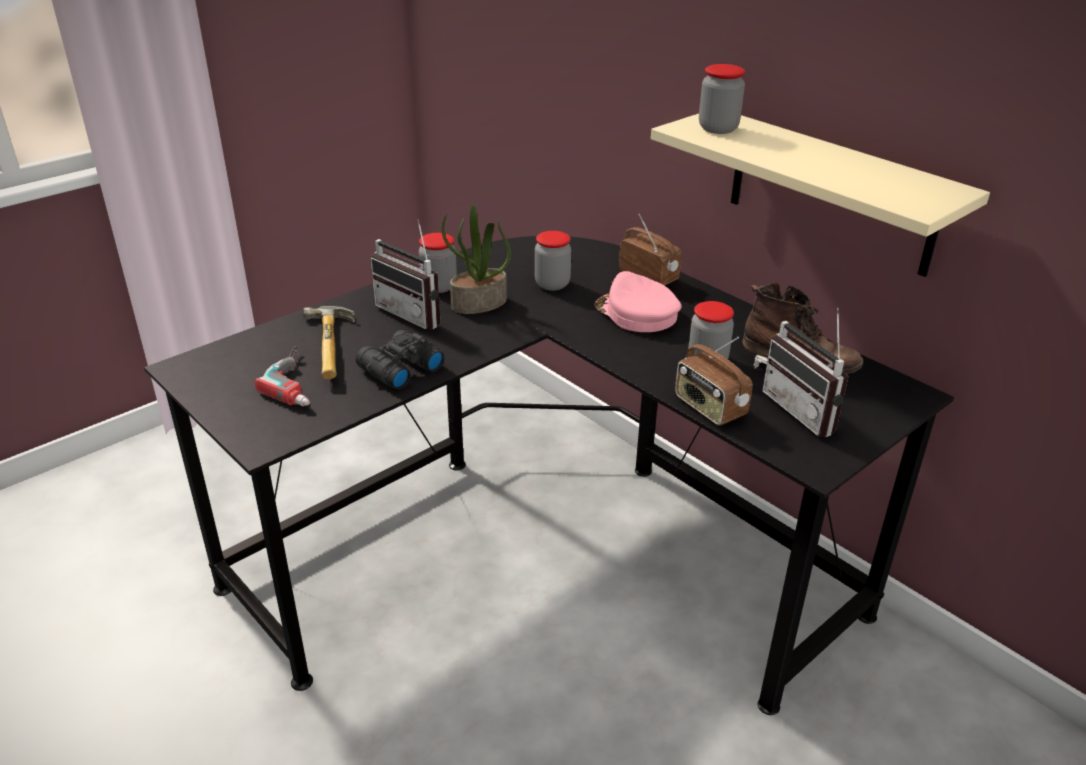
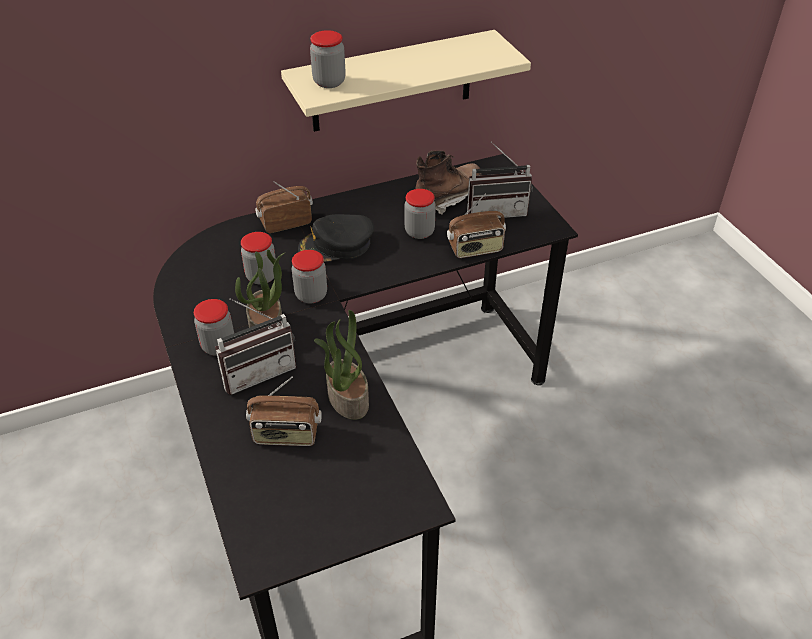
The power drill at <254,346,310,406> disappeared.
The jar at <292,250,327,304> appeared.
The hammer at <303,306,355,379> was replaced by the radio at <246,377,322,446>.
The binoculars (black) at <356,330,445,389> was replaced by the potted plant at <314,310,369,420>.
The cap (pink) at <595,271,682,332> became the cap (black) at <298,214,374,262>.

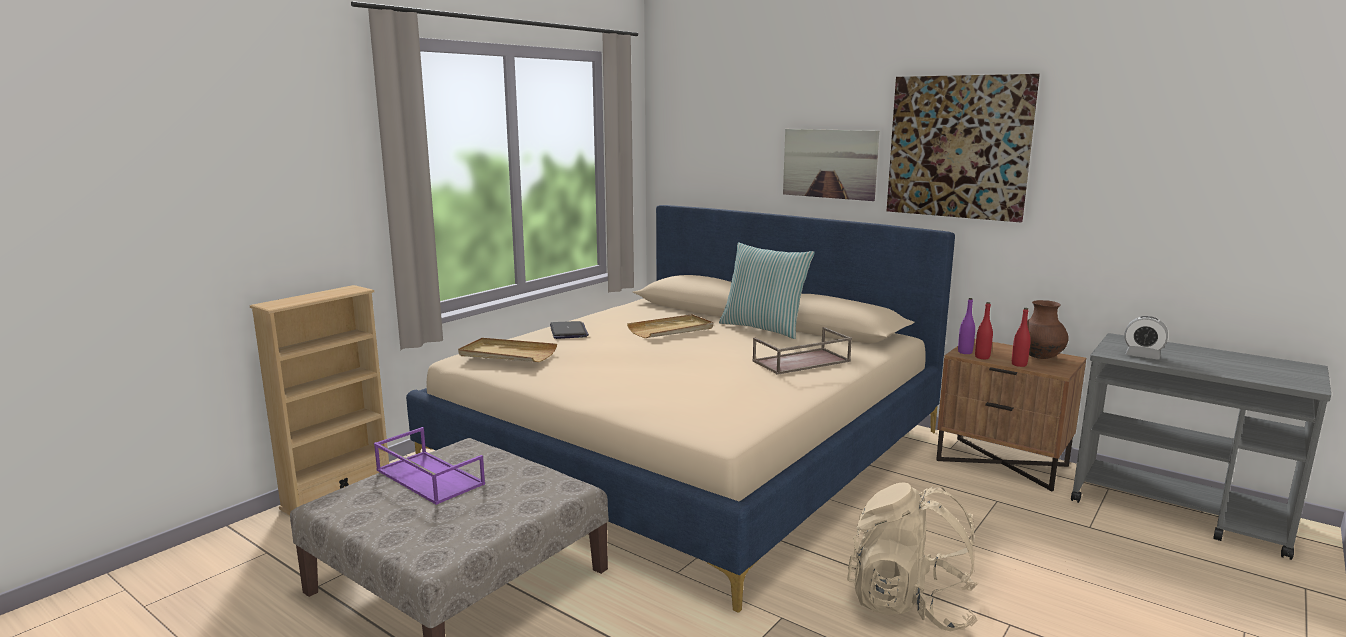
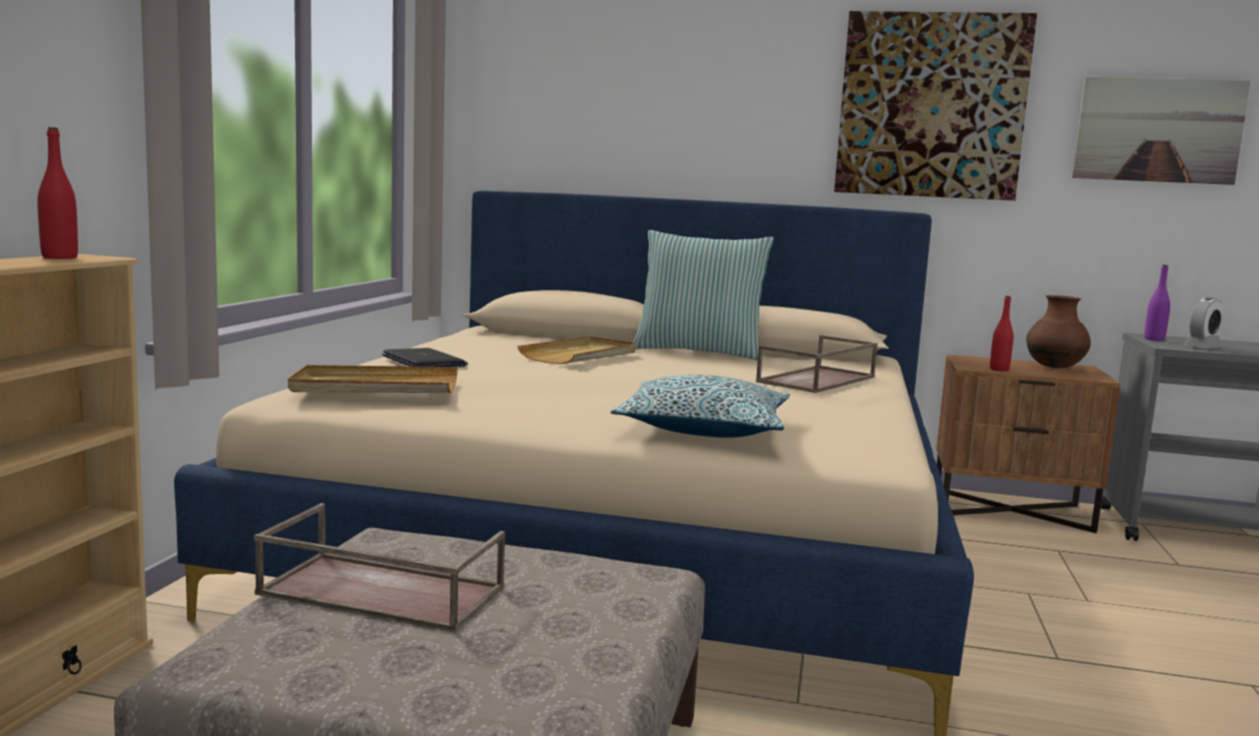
The backpack (beige) at <847,482,978,632> disappeared.
The pillow at <610,375,790,438> appeared.
The picture moved from <783,129,879,201> to <1072,77,1251,185>.
The bottle (purple) moved from <958,298,975,354> to <1144,265,1170,341>.
The bottle (red) moved from <1012,308,1031,367> to <37,127,78,259>.
The tray (purple) at <374,427,485,505> became the tray (brown) at <254,503,505,632>.
The alarm clock at <1124,316,1168,360> turned 45 degrees counterclockwise.

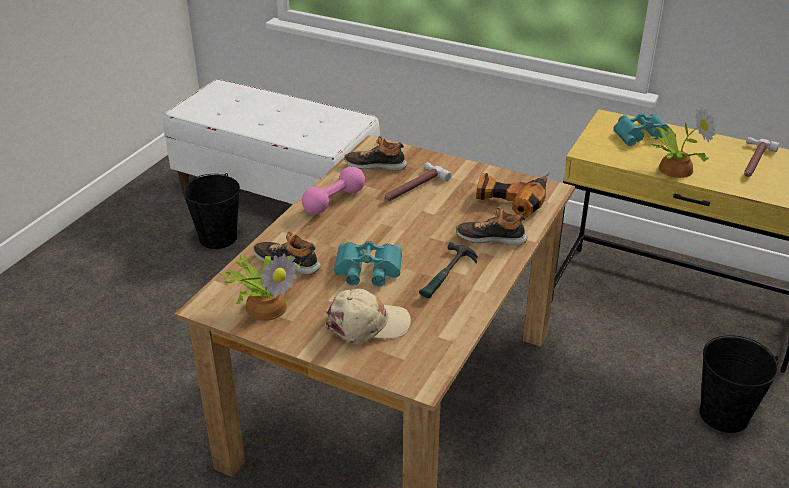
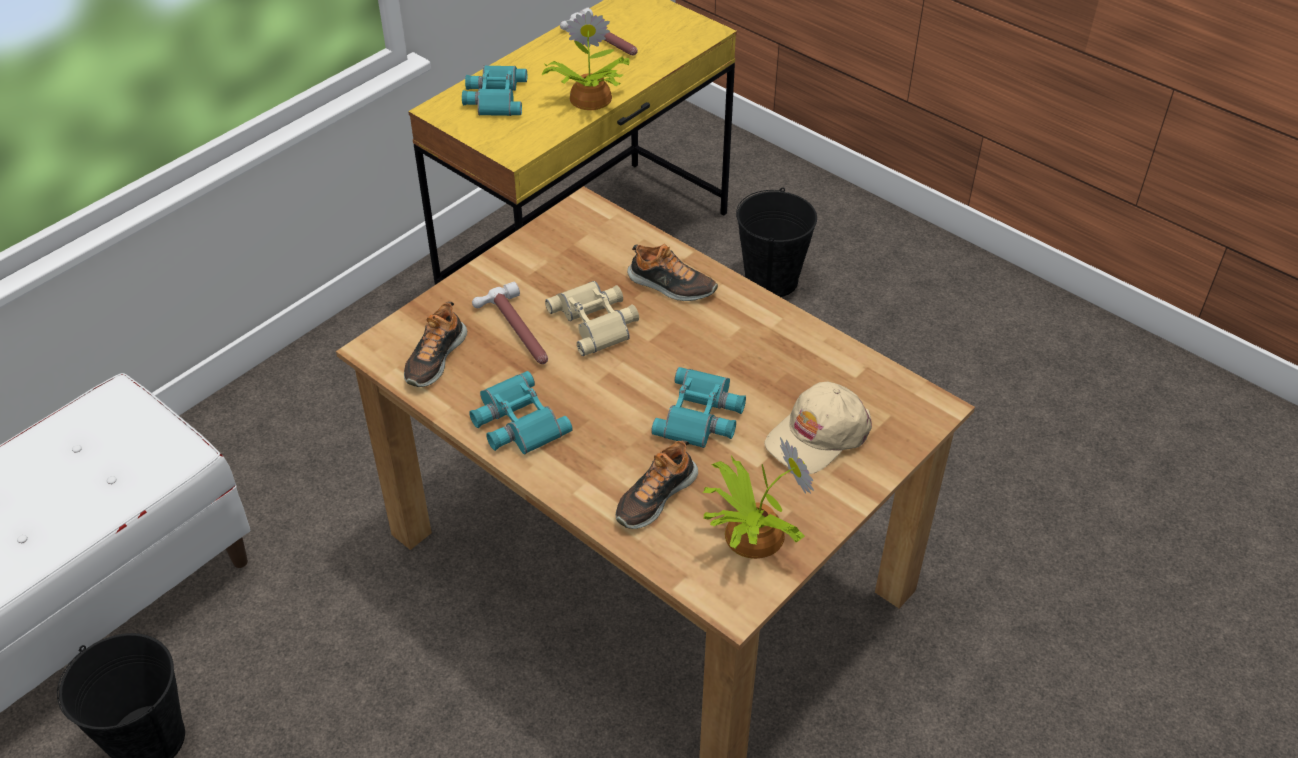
The hammer at <419,242,478,299> disappeared.
The power drill at <476,172,550,218> disappeared.
The binoculars (beige) at <545,281,639,356> appeared.
The dumbbell (pink) at <302,167,365,214> was replaced by the binoculars (turquoise) at <469,371,572,454>.
The cap (beige) at <325,289,411,344> turned 135 degrees counterclockwise.
The shoe at <456,207,527,245> turned 90 degrees counterclockwise.

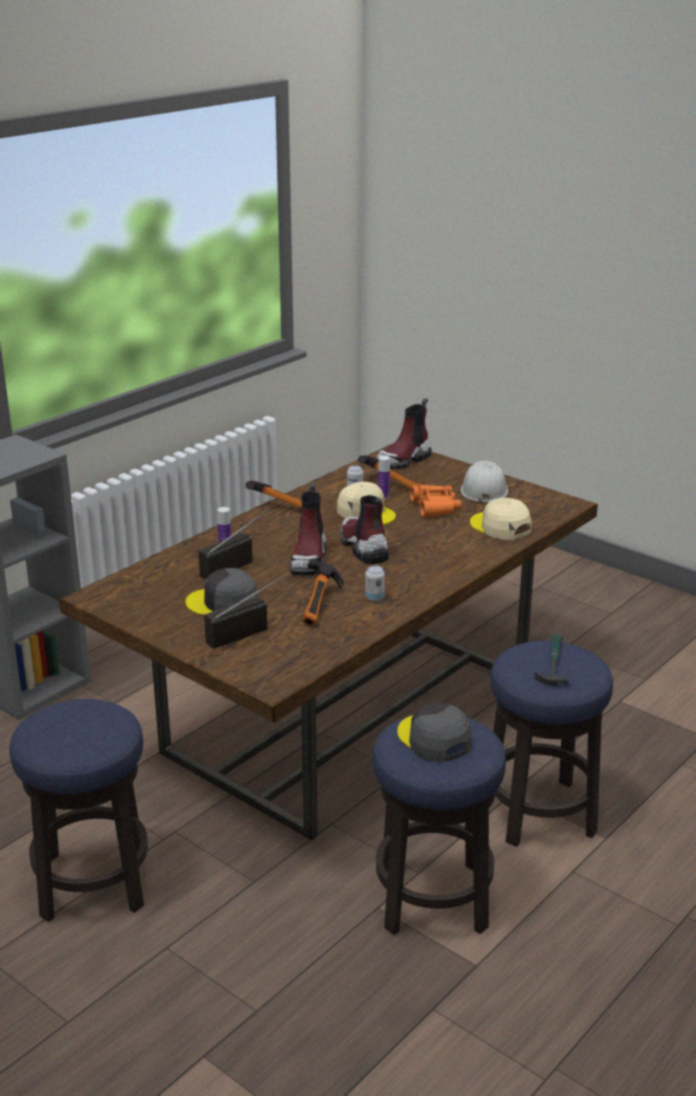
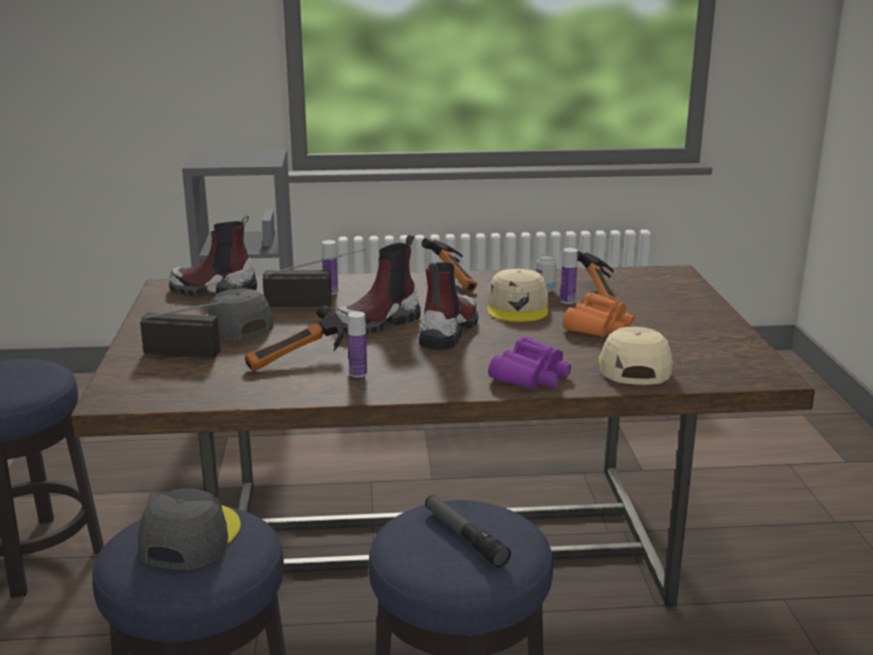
The hard hat (white) at <461,460,508,504> disappeared.
The binoculars (purple) at <488,336,571,389> appeared.
The boot moved from <377,398,431,470> to <169,215,257,296>.
The can at <365,565,385,601> was replaced by the bottle at <348,311,367,378>.
The hammer at <535,634,569,685> was replaced by the flashlight at <425,495,511,567>.

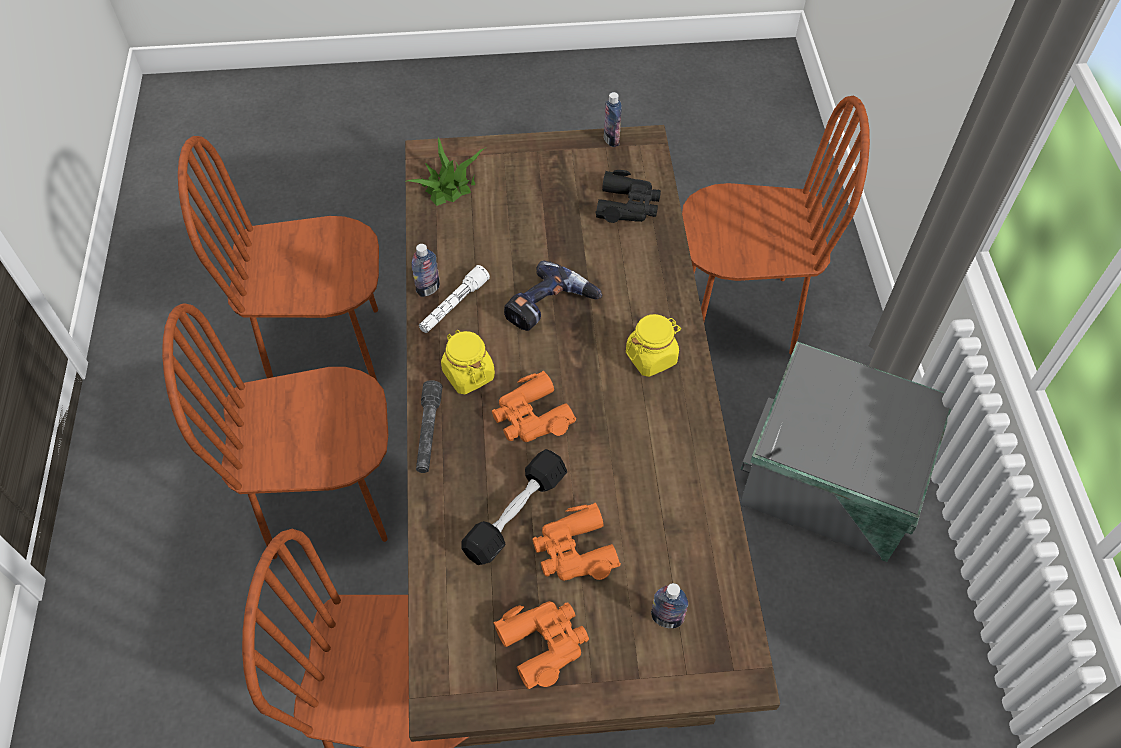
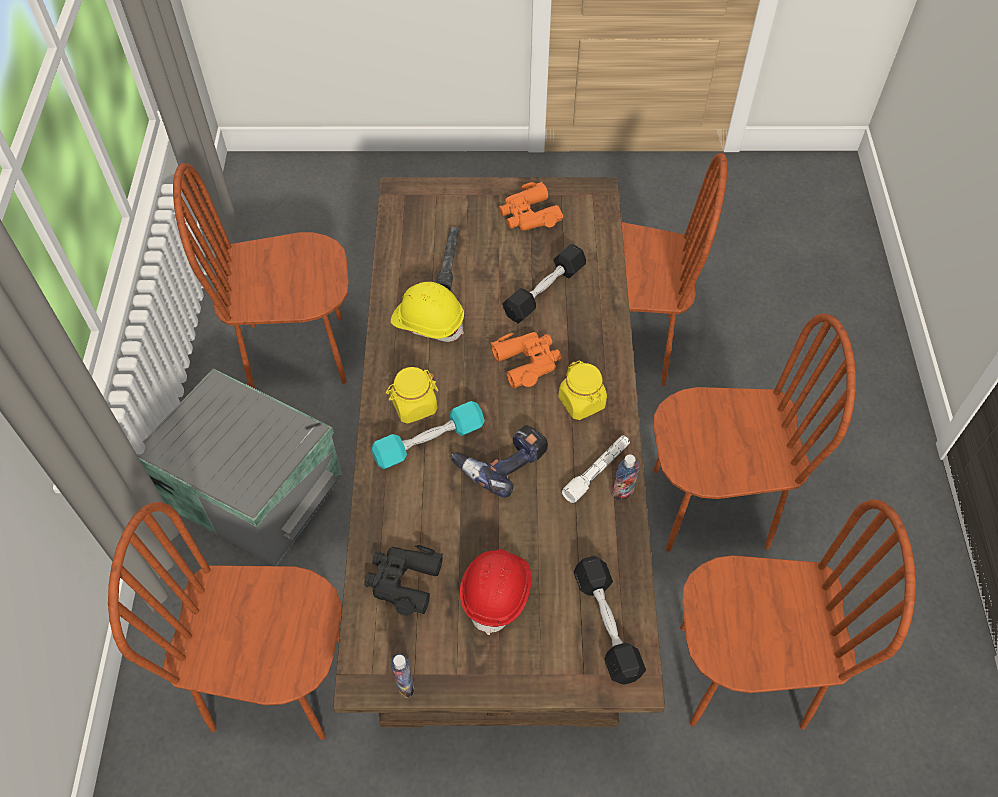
The binoculars (orange) at <533,503,621,581> disappeared.
The bottle at <651,583,688,628> disappeared.
The chair (brown) at <173,163,348,389> appeared.
The dumbbell (turquoise) at <371,401,485,469> appeared.
The hard hat (yellow) at <391,282,464,342> appeared.
The hard hat (red) at <460,549,531,635> appeared.
The flashlight (grey) moved from <416,380,443,473> to <436,227,459,291>.
The potted plant at <405,137,485,206> was replaced by the dumbbell (black) at <574,556,646,685>.

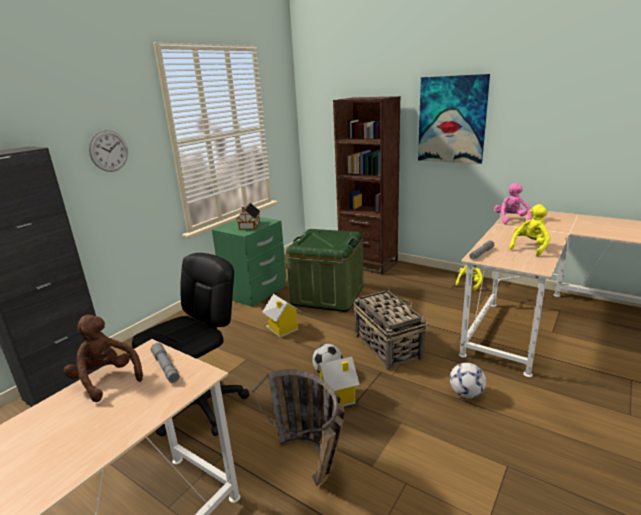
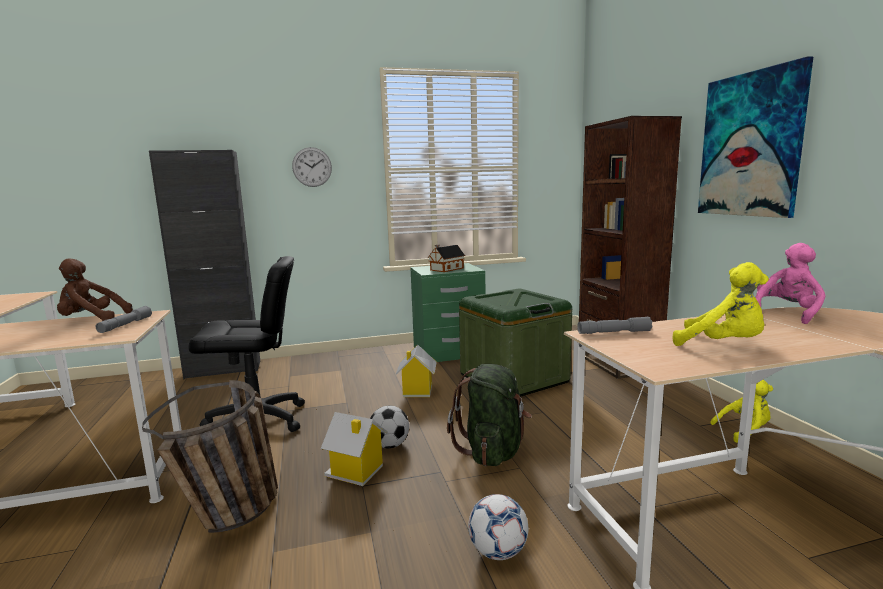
The basket at <354,286,428,371> was replaced by the backpack (green) at <447,364,532,466>.
The plush toy (brown) at <64,315,143,402> turned 90 degrees counterclockwise.
The plush toy (yellow) at <509,204,551,256> turned 45 degrees clockwise.

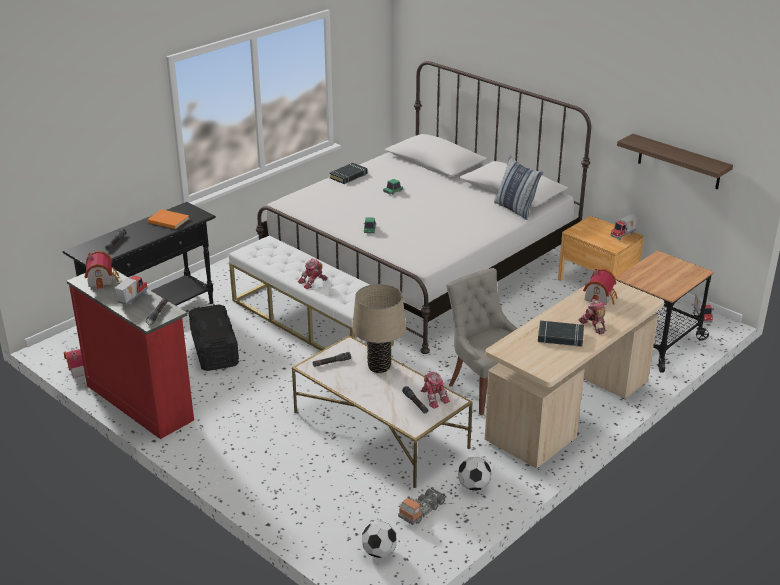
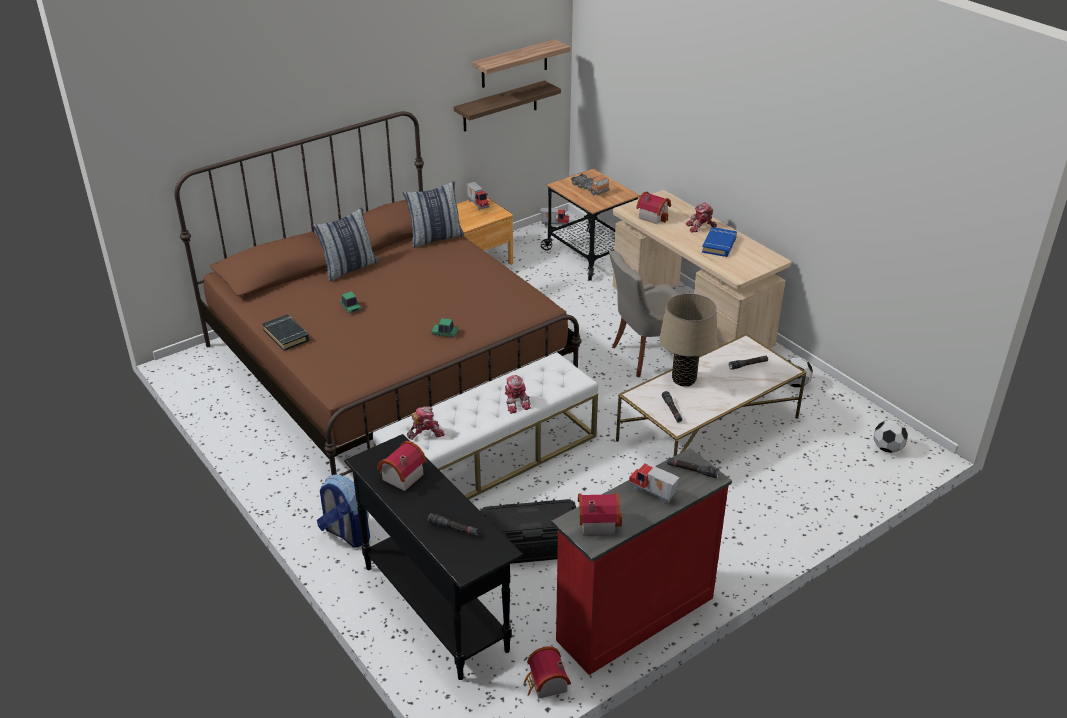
The pillow at <312,207,378,282> appeared.
The backpack at <317,475,370,548> appeared.
The shelf at <472,39,571,88> appeared.
The toy truck moved from <398,487,447,525> to <571,174,610,195>.
The toy robot moved from <421,372,450,409> to <407,406,445,440>.
The book (orange) at <147,209,190,229> was replaced by the toy house at <377,441,427,491>.
The bed (white) at <256,61,591,354> became the bed (brown) at <174,111,582,476>.
The book (black) at <538,321,584,347> became the book (blue) at <702,227,737,257>.

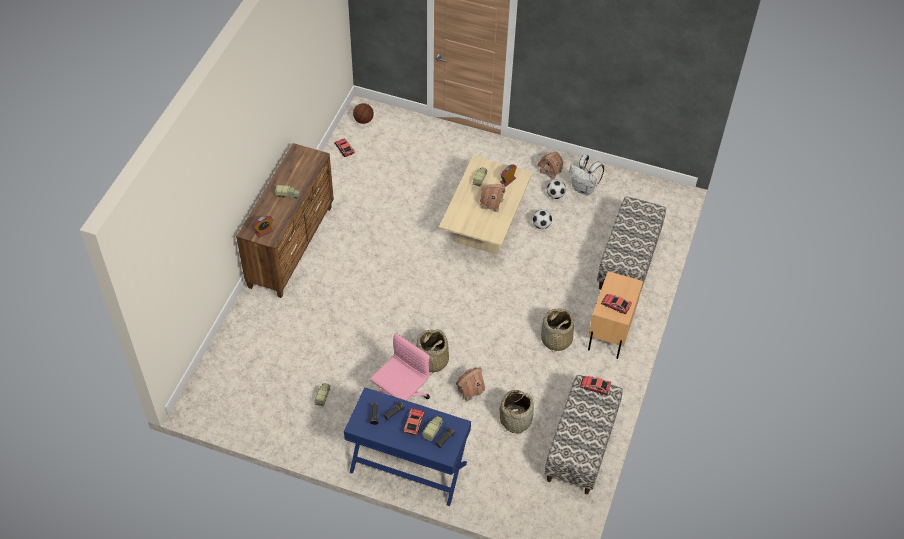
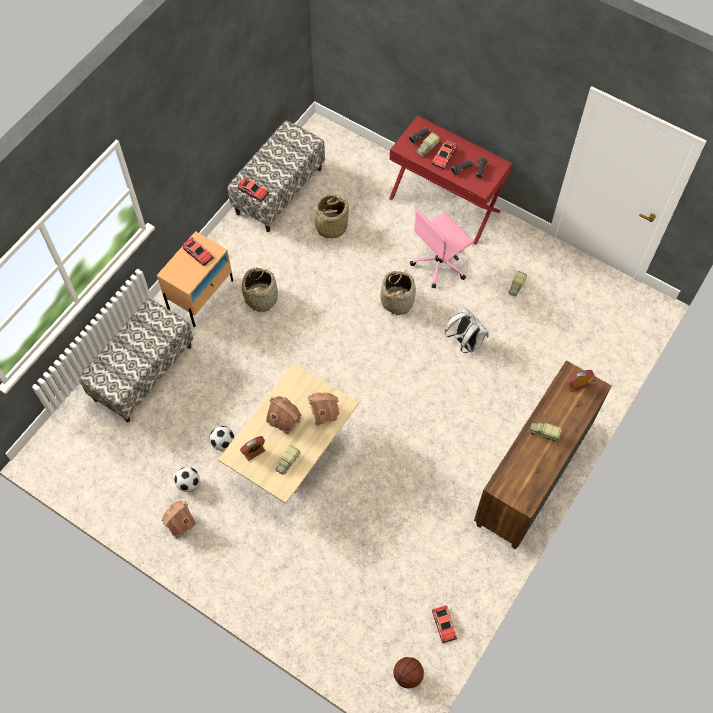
The toy house moved from <456,366,485,402> to <308,392,339,427>.
The backpack (white) moved from <569,154,604,196> to <445,307,489,353>.
The desk (blue) at <344,387,471,506> became the desk (red) at <389,116,512,245>.

